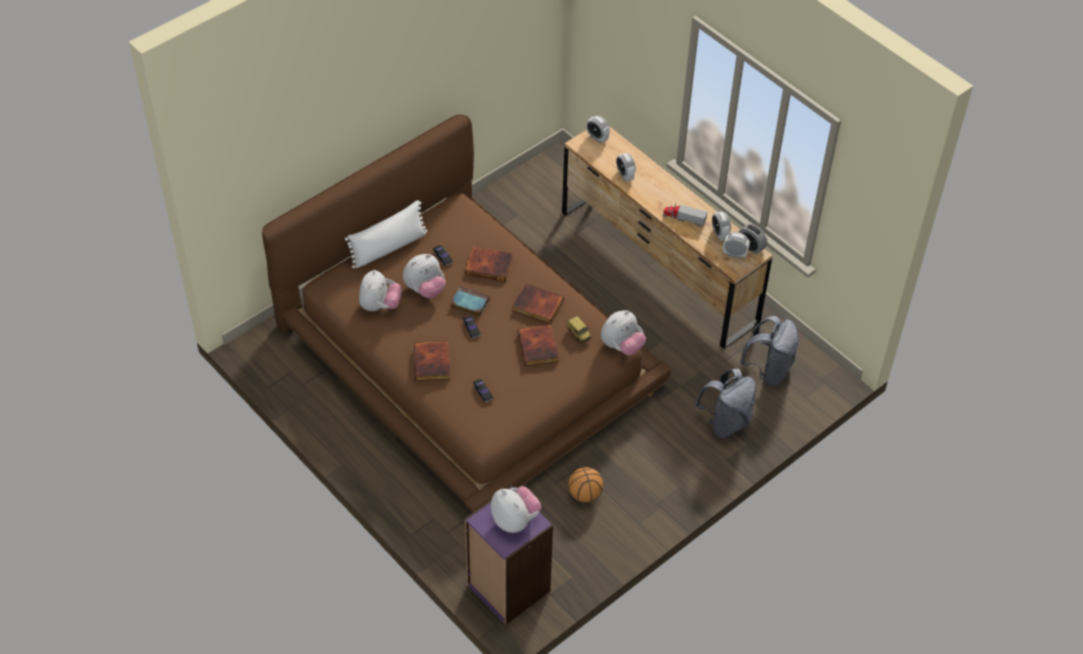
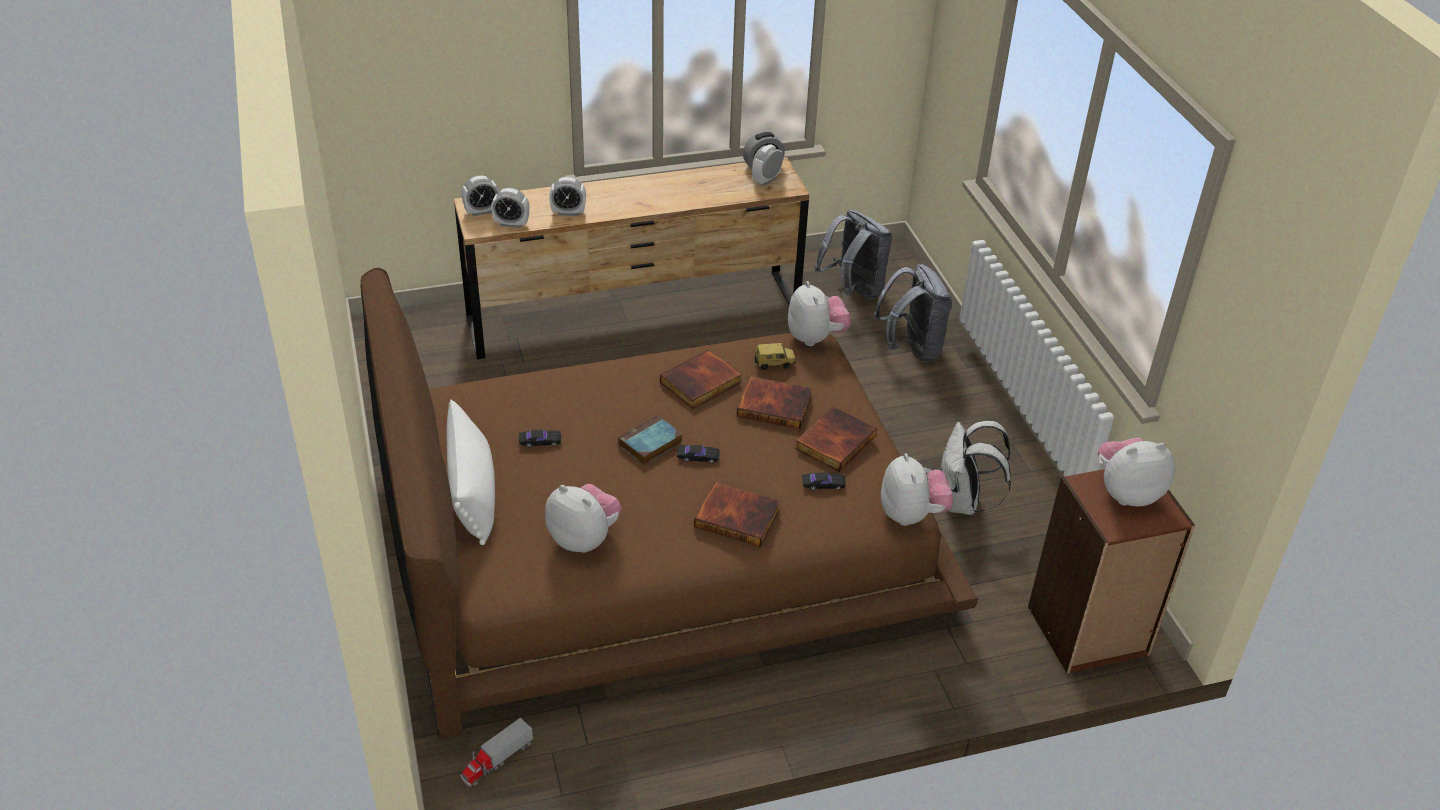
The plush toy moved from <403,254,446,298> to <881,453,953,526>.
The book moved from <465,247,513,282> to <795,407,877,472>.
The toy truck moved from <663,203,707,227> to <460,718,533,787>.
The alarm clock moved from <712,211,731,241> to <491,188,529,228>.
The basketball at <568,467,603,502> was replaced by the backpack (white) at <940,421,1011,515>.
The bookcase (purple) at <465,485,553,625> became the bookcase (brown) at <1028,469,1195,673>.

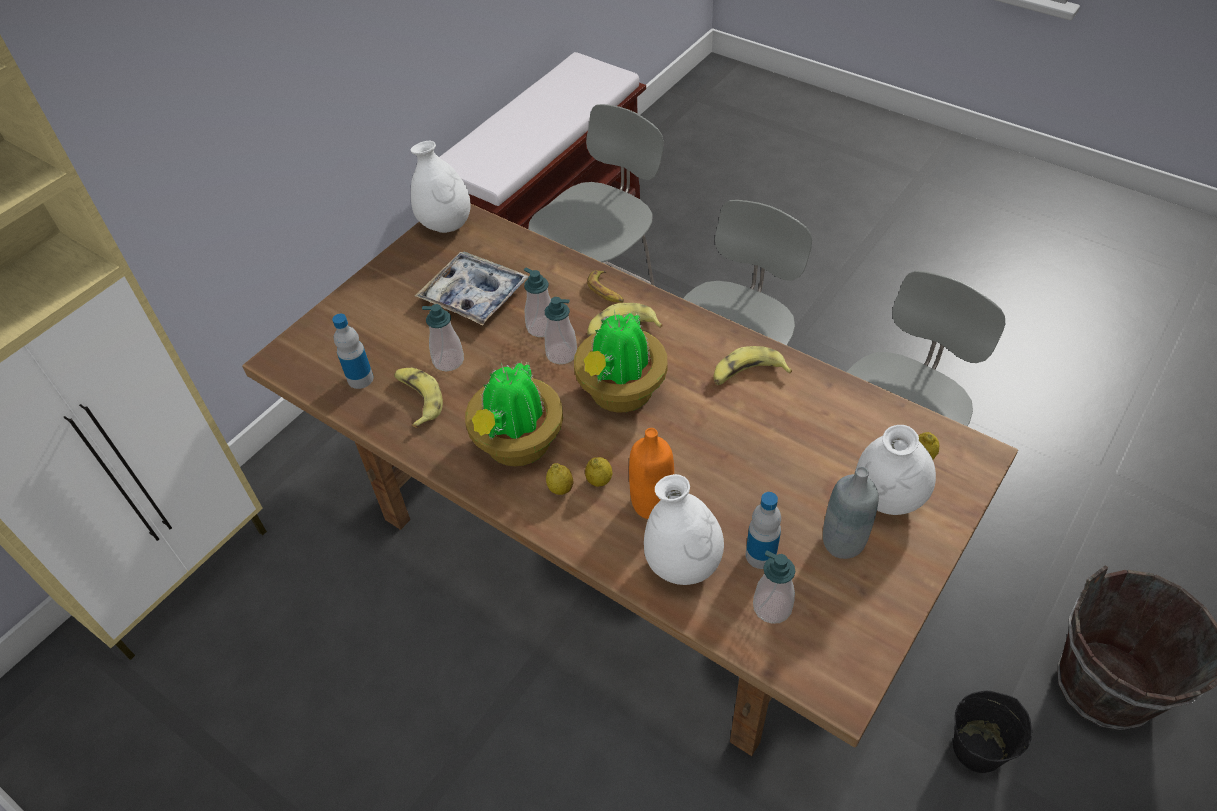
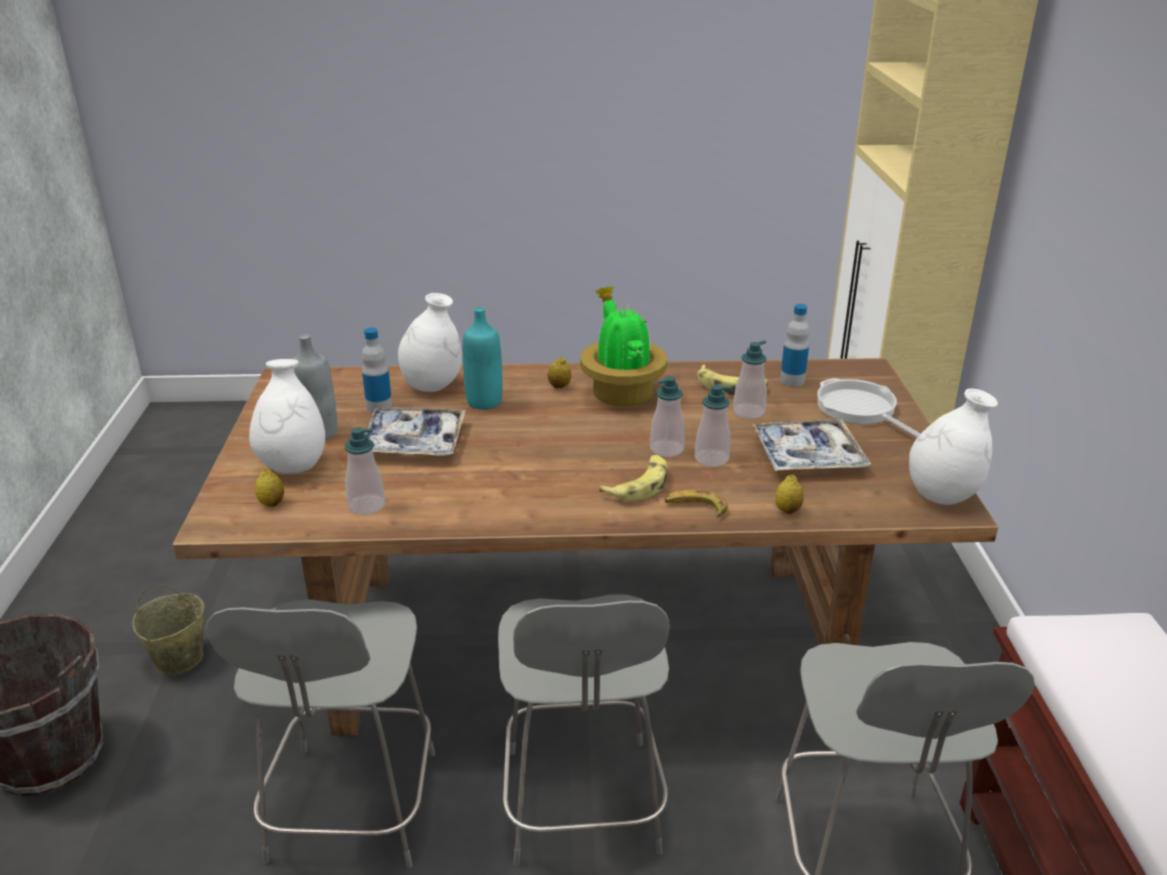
The potted plant at <574,310,668,412> disappeared.
The banana at <714,346,792,385> disappeared.
The tray at <365,407,466,456> appeared.
The frying pan at <817,378,920,438> appeared.
The lemon moved from <585,457,612,487> to <775,475,804,514>.
The soap dispenser moved from <753,551,795,624> to <344,427,385,515>.
The bottle (orange) at <629,428,674,519> became the bottle (turquoise) at <463,307,503,410>.
The bucket (black) at <953,691,1032,773> became the bucket (beige) at <132,583,204,675>.

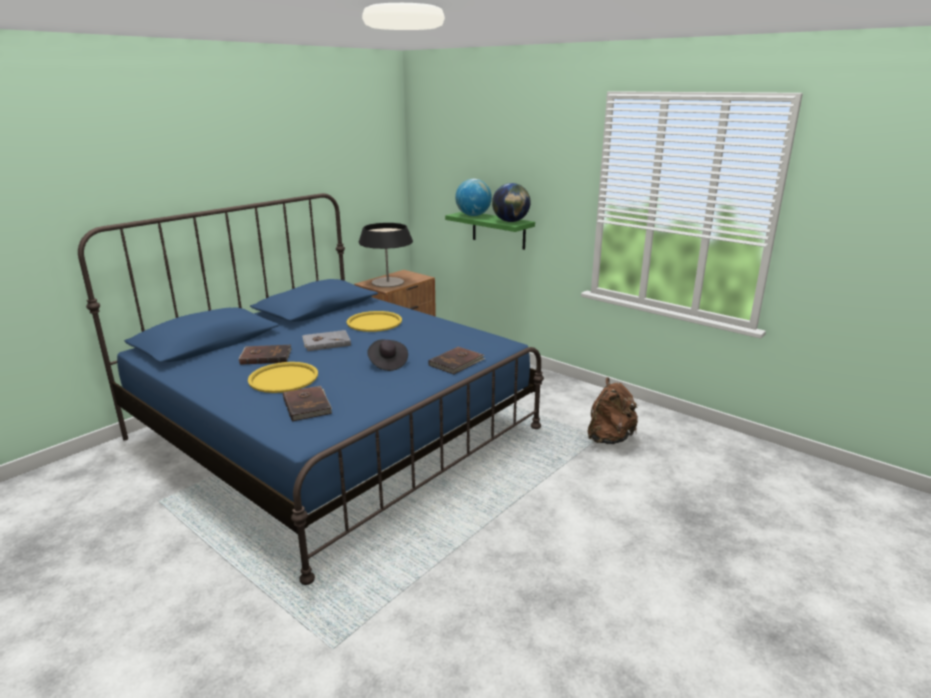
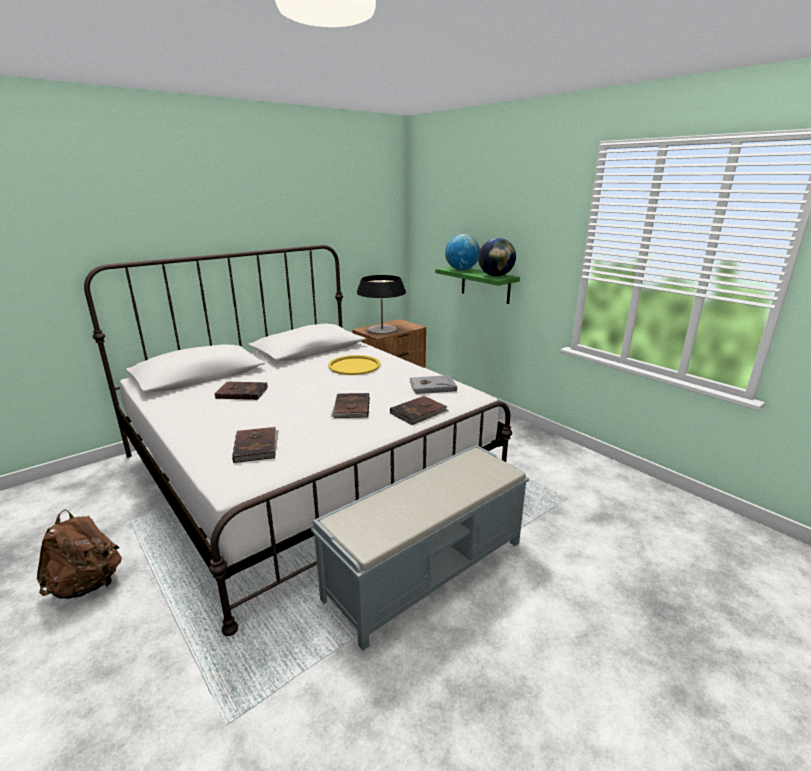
The tray (yellow) at <248,362,318,393> disappeared.
The bench (grey) at <311,445,529,651> appeared.
The book (grey) moved from <302,330,351,351> to <409,375,457,394>.
The backpack (brown) moved from <587,377,638,444> to <37,509,122,599>.
The hat (black) at <367,340,408,371> was replaced by the book (brown) at <331,393,370,418>.
The bed (blue) at <78,193,544,585> became the bed (white) at <84,245,512,636>.

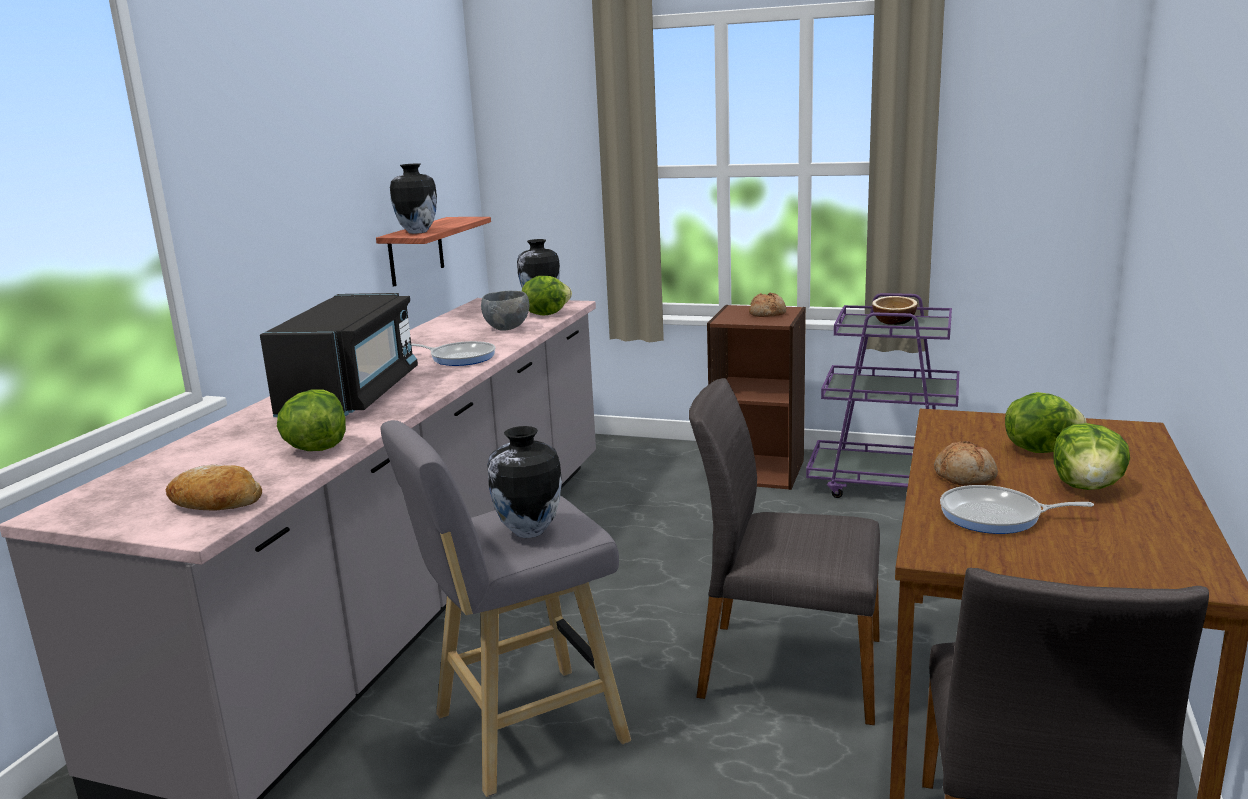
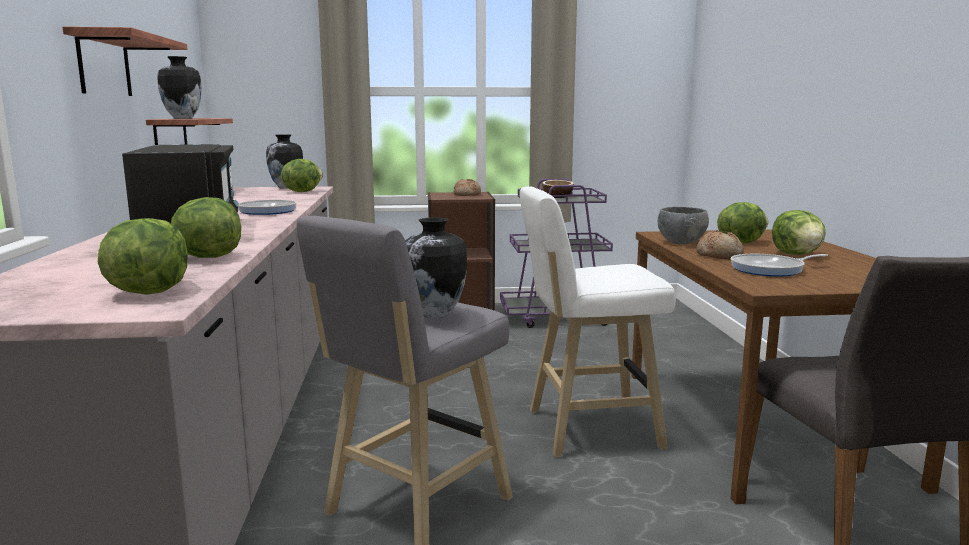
The shelf at <63,26,187,96> appeared.
The bowl (grey) moved from <481,291,529,331> to <658,207,709,244>.
The bread at <166,464,262,511> was replaced by the lettuce at <98,218,188,295>.
The chair (grey) at <689,378,880,725> was replaced by the stool (white) at <520,186,676,458>.

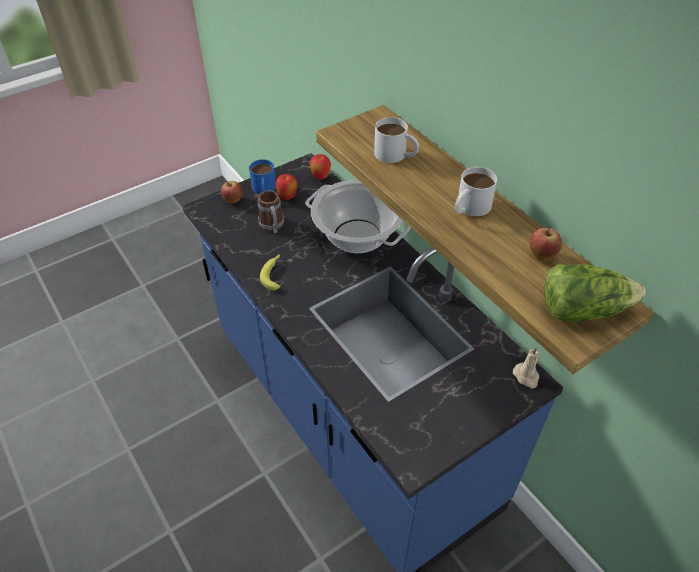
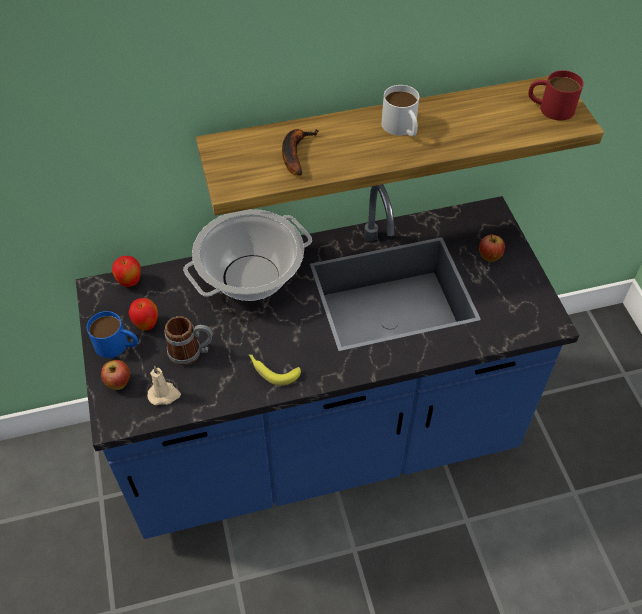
The candle (beige) moved from <513,347,540,388> to <147,366,181,405>.
The apple moved from <530,226,562,261> to <479,235,505,262>.
The mug (white) at <374,117,419,163> was replaced by the banana at <282,129,319,175>.
The lettuce at <544,264,646,322> was replaced by the mug (red) at <528,70,584,121>.

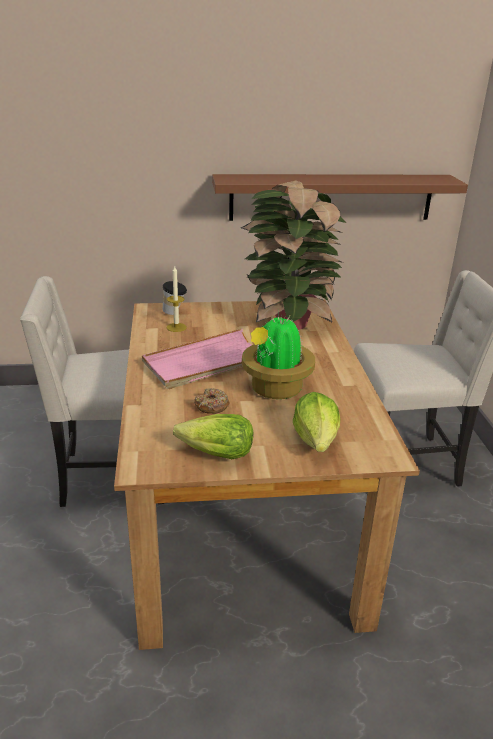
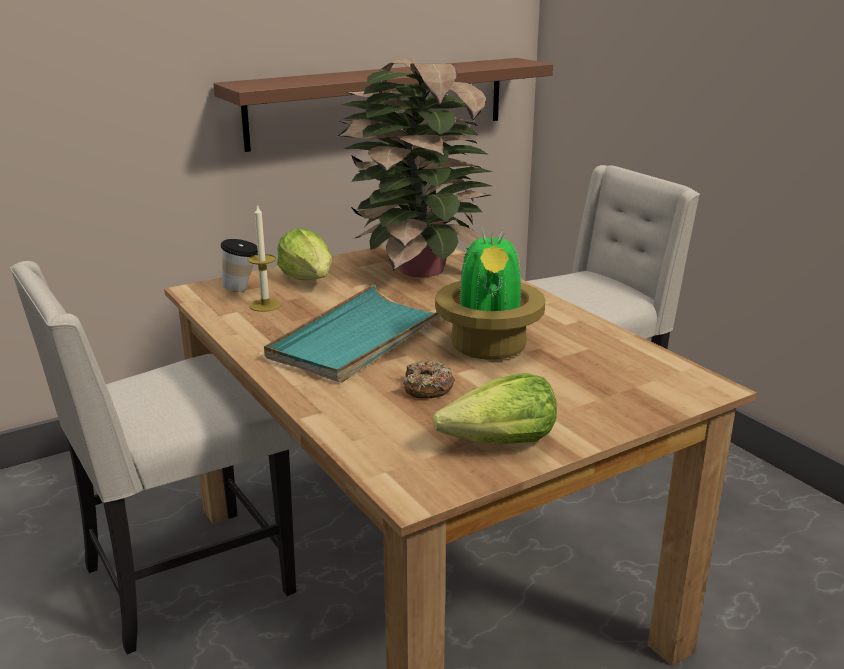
The lettuce moved from <293,392,340,452> to <277,228,332,280>.
The tray (pink) at <142,329,251,389> became the tray (turquoise) at <264,284,440,383>.

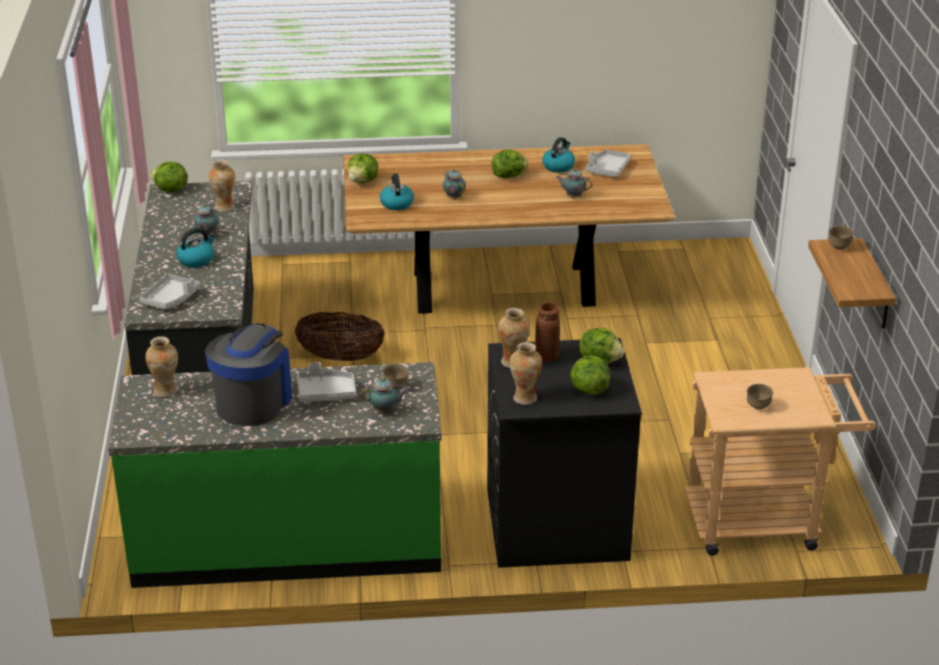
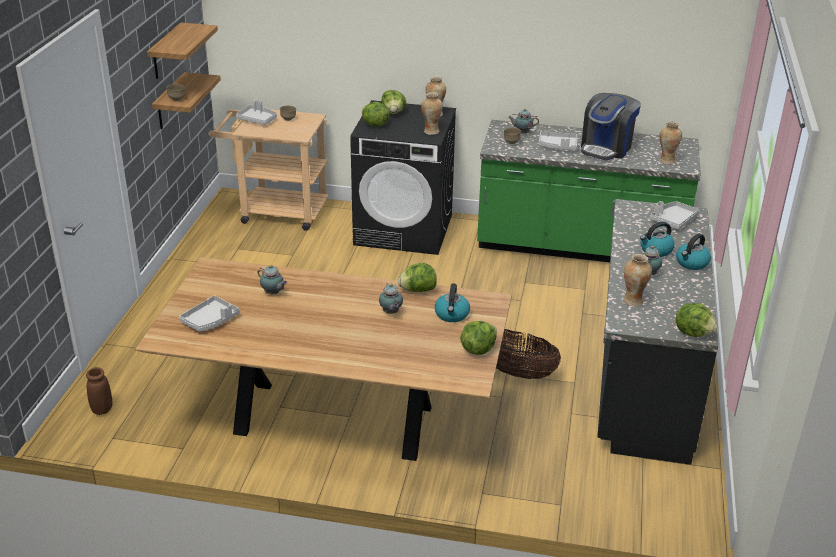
The shelf at <147,22,218,79> appeared.
The tray (grey) at <236,100,277,125> appeared.
The lettuce moved from <491,150,528,178> to <398,263,437,292>.
The vase (brown) moved from <535,302,560,362> to <86,367,113,415>.
The kettle moved from <542,137,575,173> to <676,233,711,270>.

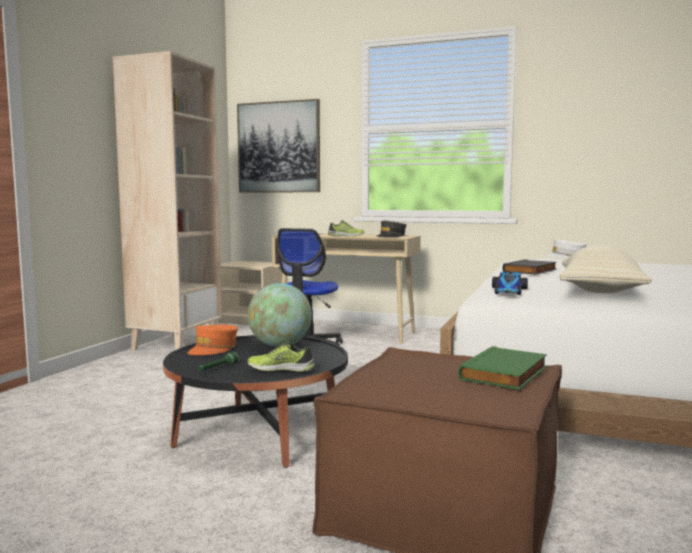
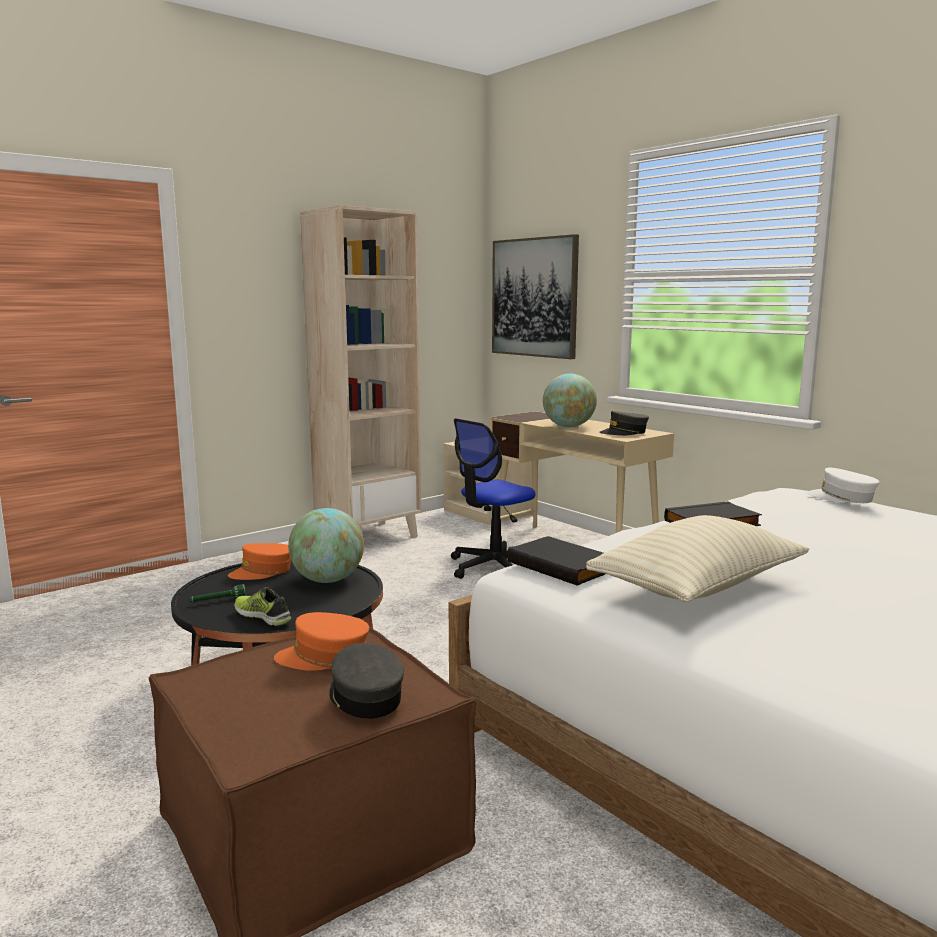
The cap (orange) at <274,612,369,671> appeared.
The shoe at <328,220,364,236> was replaced by the globe at <543,374,597,427>.
The book (green) at <458,346,547,390> was replaced by the cap (grey) at <329,643,404,719>.
The toy car at <492,272,528,295> was replaced by the book (black) at <507,536,605,586>.

